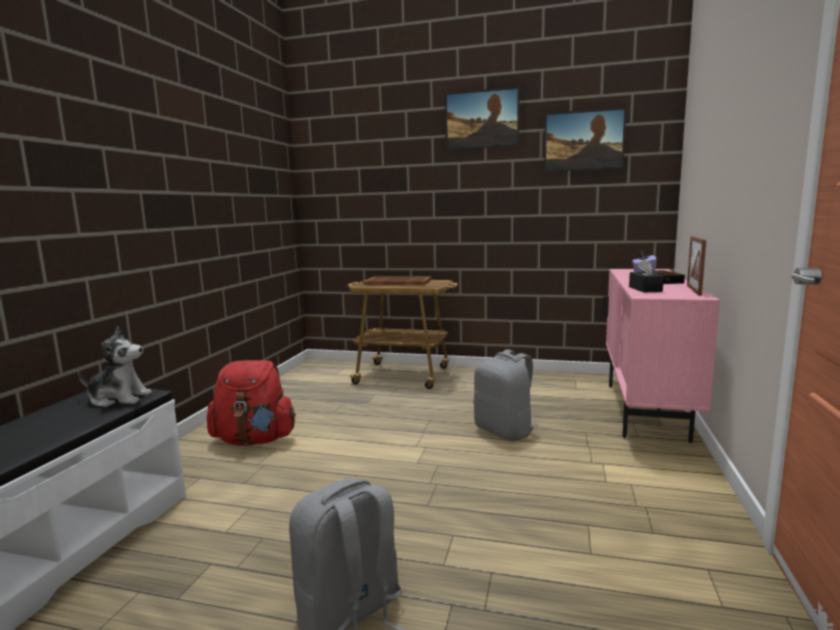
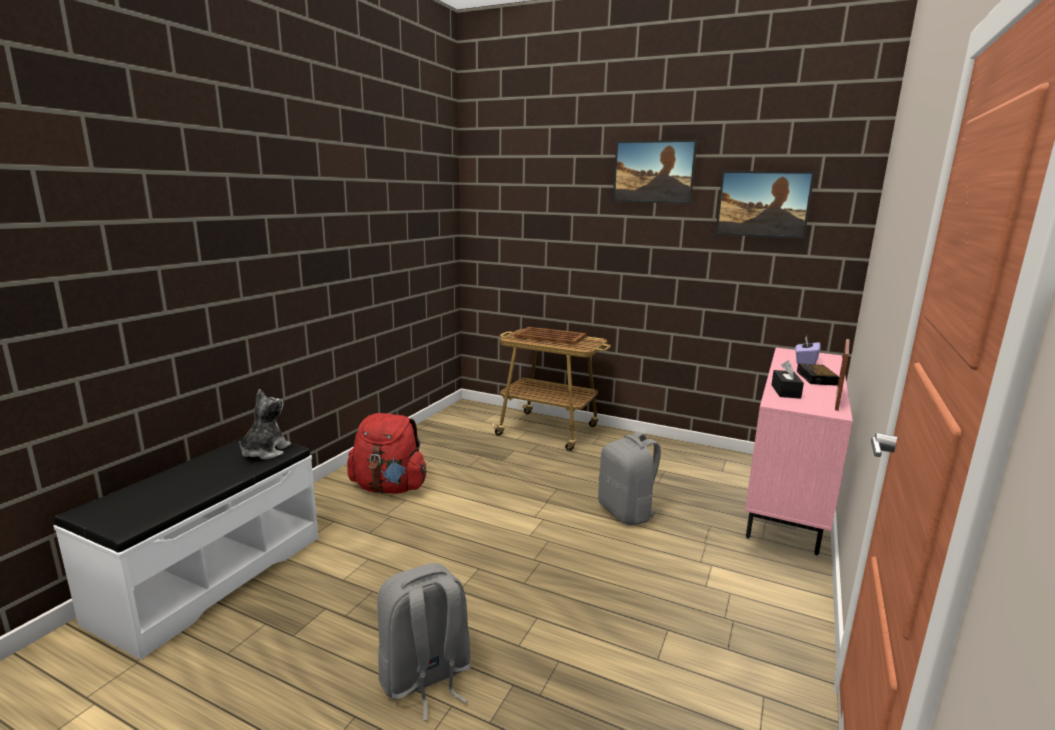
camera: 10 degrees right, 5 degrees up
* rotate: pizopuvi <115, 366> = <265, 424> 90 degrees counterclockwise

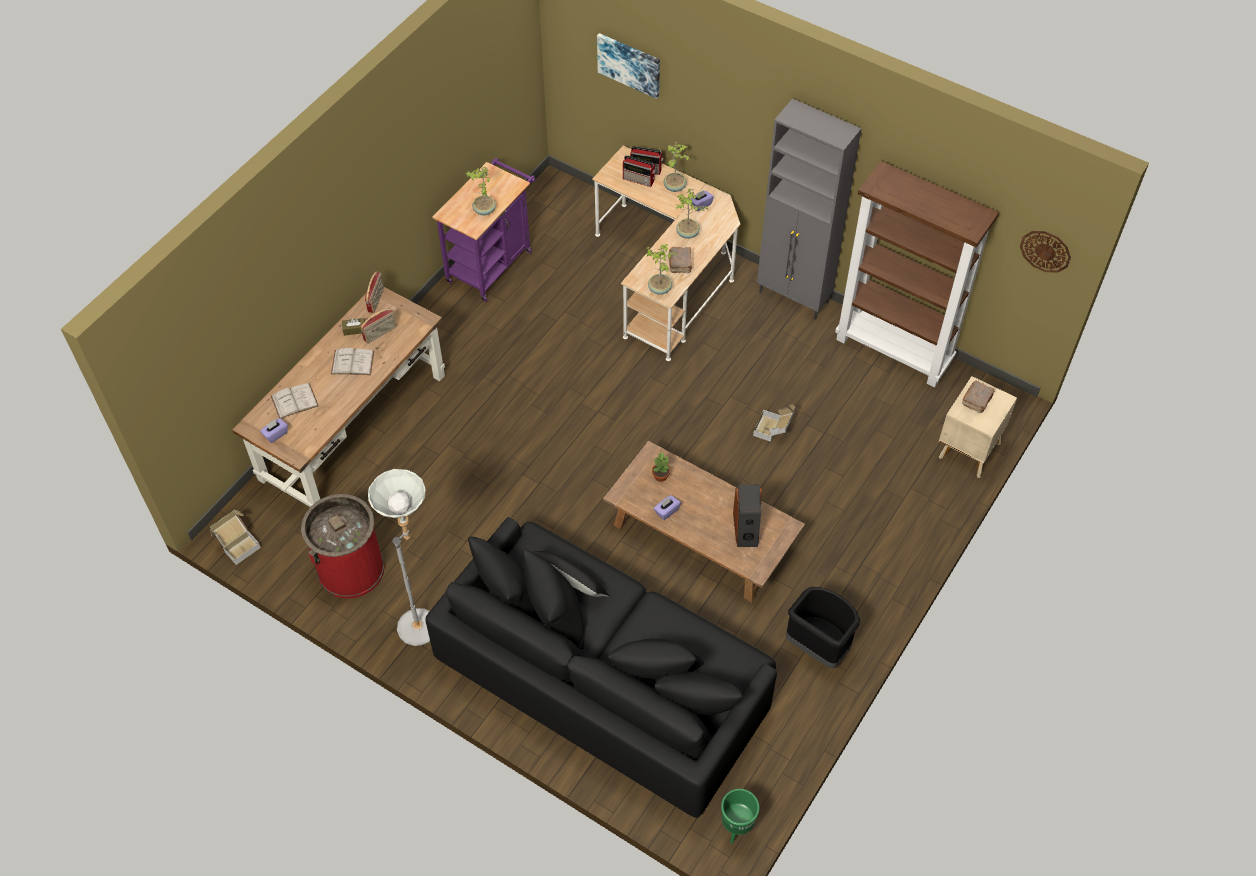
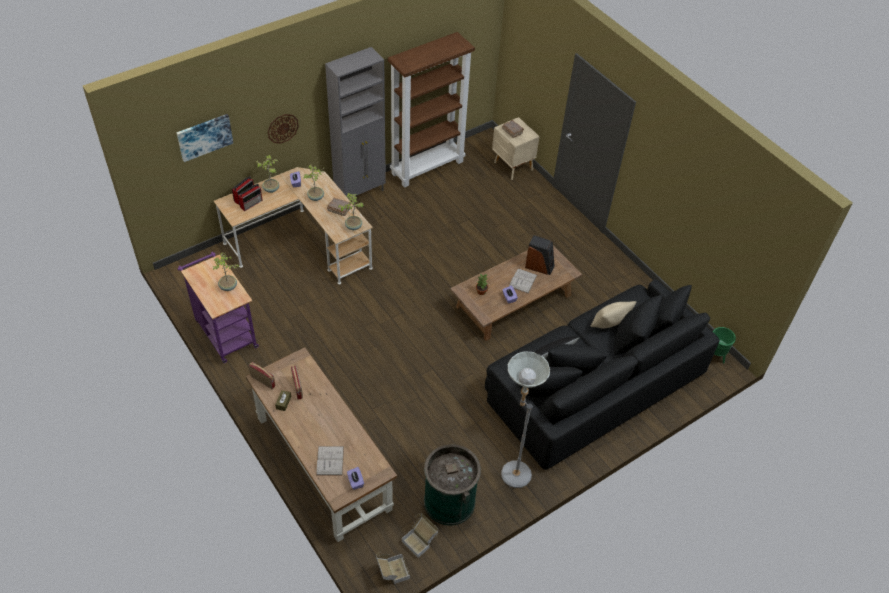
camera: 70 degrees left, 5 degrees down
* recolor: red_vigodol <342, 546> to green_vigodol <452, 485>
* move: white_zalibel <352, 361> to <523, 281>
* move: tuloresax <774, 423> to <420, 535>
* delete: black_vigodol <823, 627>
* move: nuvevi <1045, 252> to <283, 129>
* insert: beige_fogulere <613, 314>

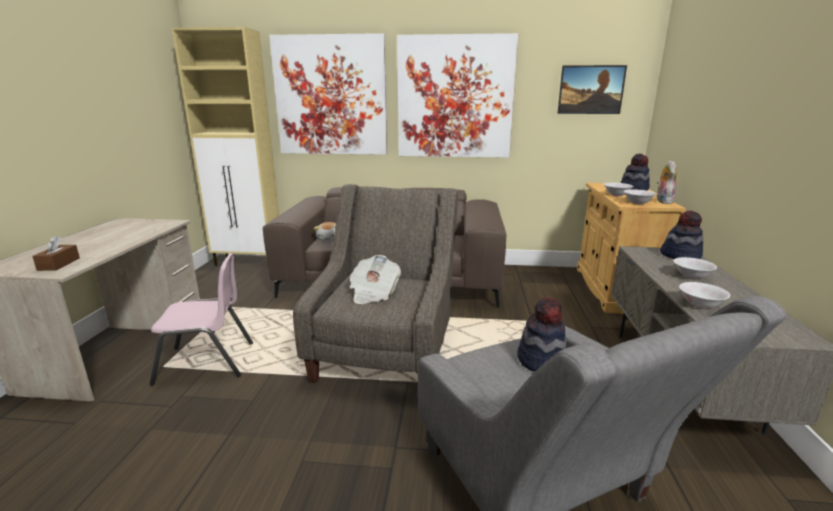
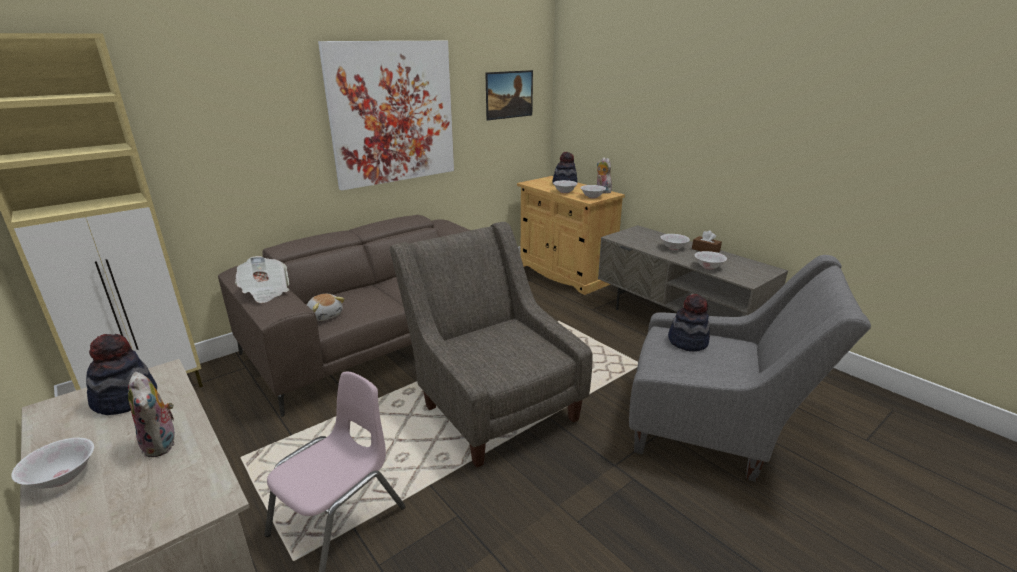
camera: 45 degrees left, 5 degrees up
* move: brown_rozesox <56, 253> to <707, 241>
* delete: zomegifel <328, 94>
* move: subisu <375, 279> to <262, 279>
* move: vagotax <681, 235> to <121, 374>
* insert: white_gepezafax <52, 463>
* insert: pizopuvi <153, 415>

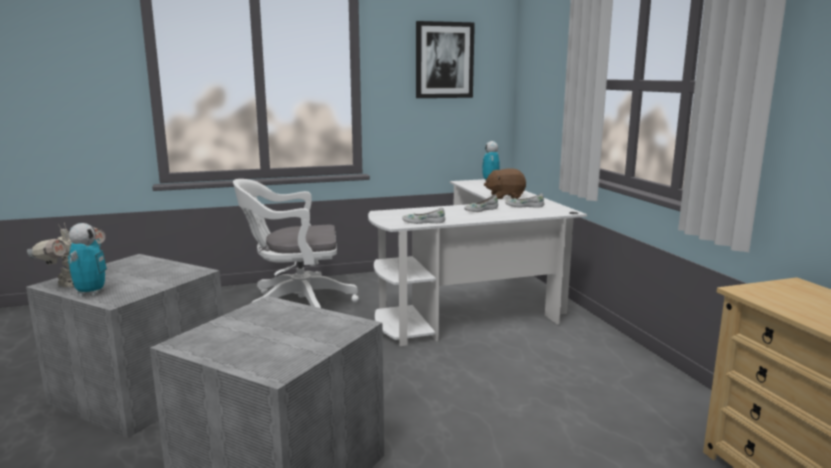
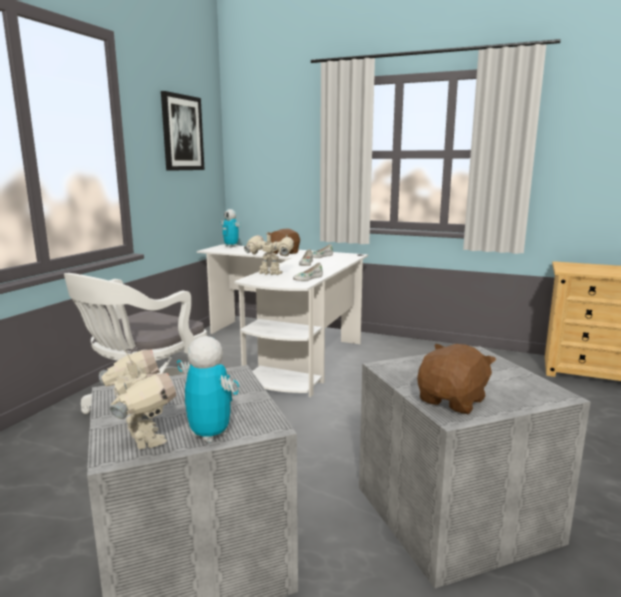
camera: 50 degrees left, 0 degrees up
* insert: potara <269, 253>
* insert: brown_pizopuvi <456, 379>

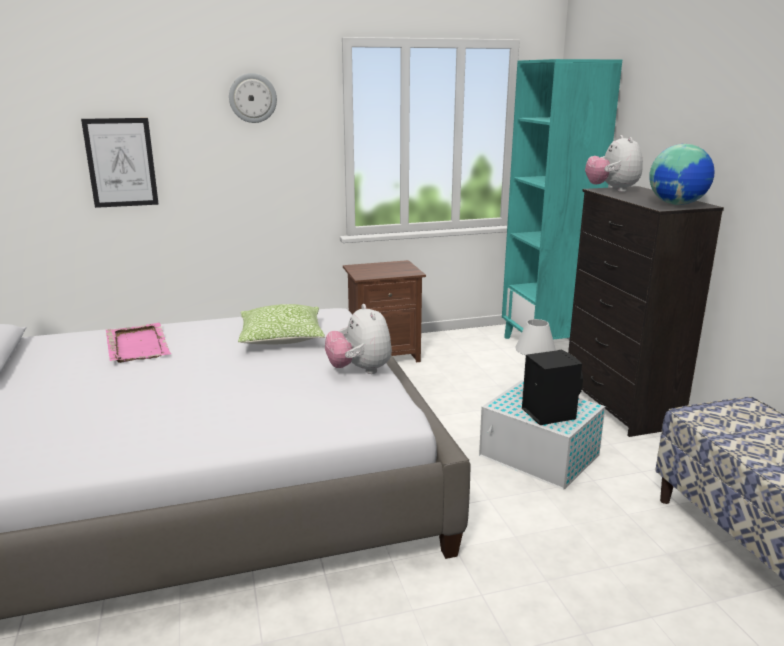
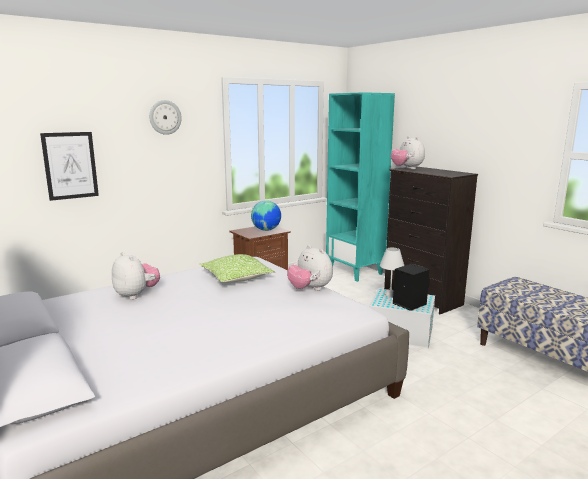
camera: 20 degrees left, 5 degrees down
* replace: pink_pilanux <139, 343> to pizopuvi <136, 276>
* move: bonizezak <682, 174> to <266, 215>

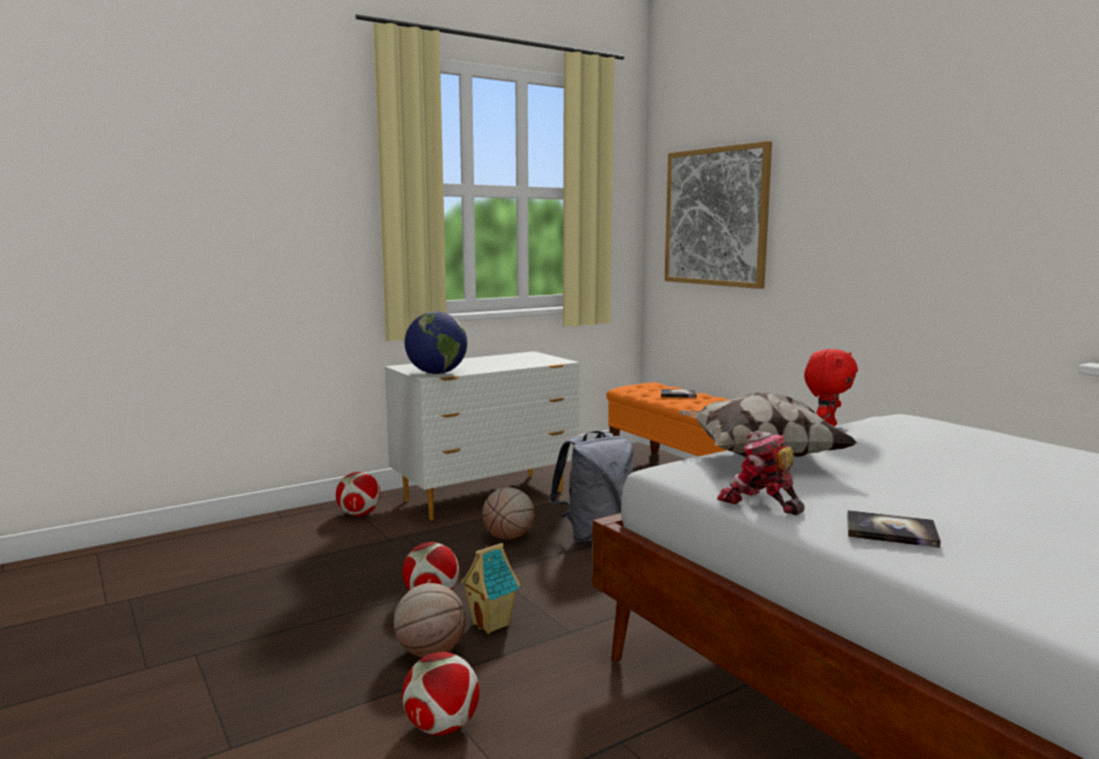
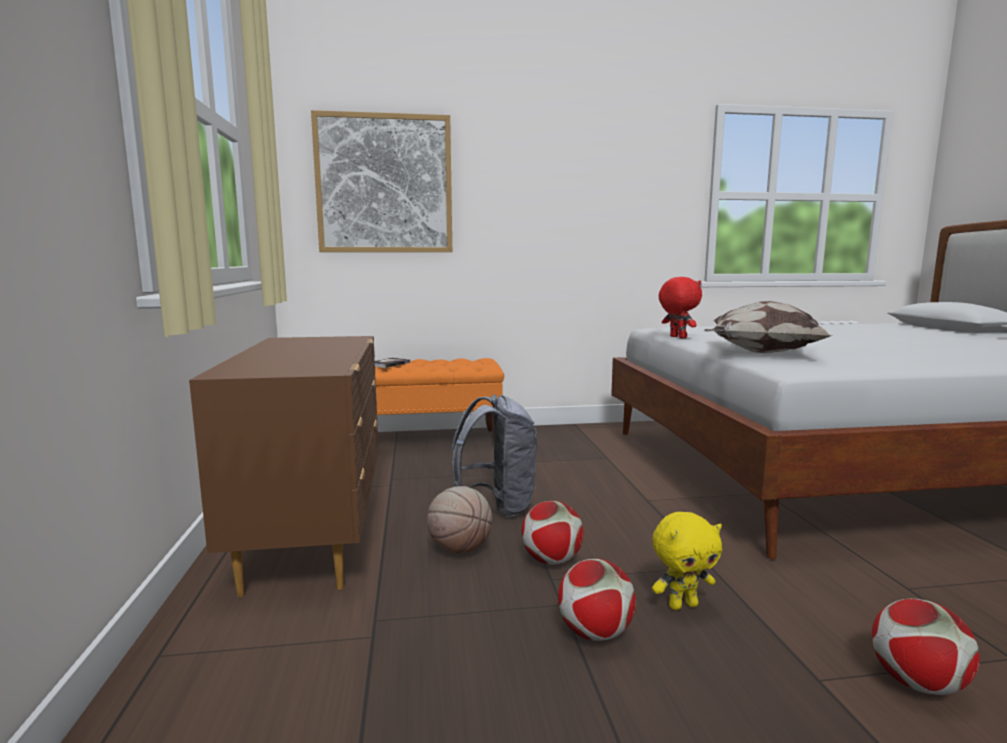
camera: 65 degrees left, 0 degrees up
* move: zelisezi <358, 494> to <552, 532>
* recolor: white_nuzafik <482, 435> to brown_nuzafik <284, 467>
* delete: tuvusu <430, 620>
* delete: bonizezak <436, 342>
* replace: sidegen <490, 588> to yellow_pizopuvi <687, 561>
* delete: potara <760, 472>
* delete: zalibel <894, 529>

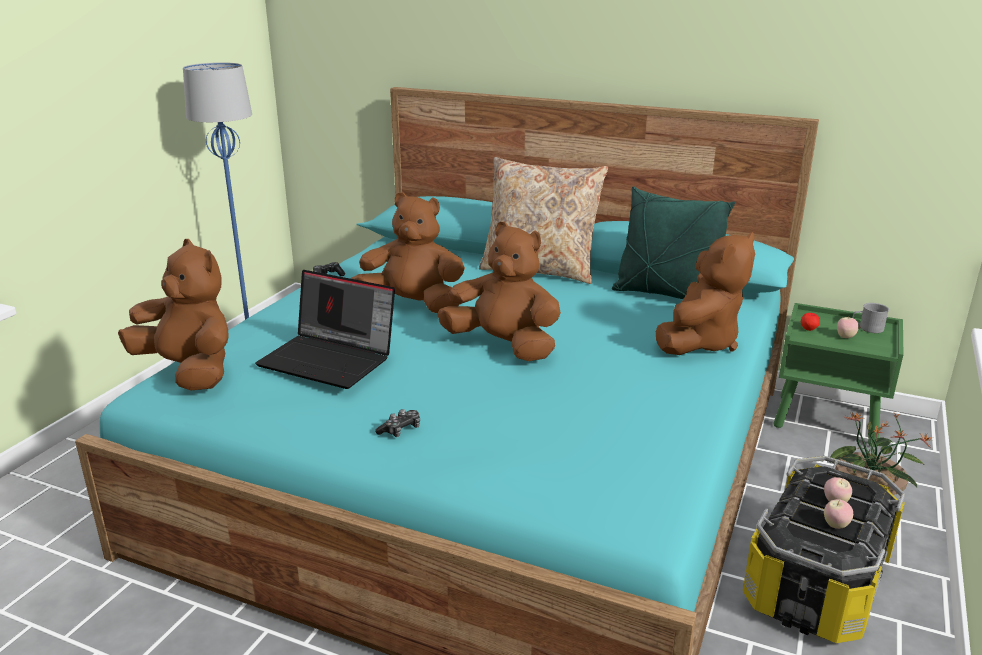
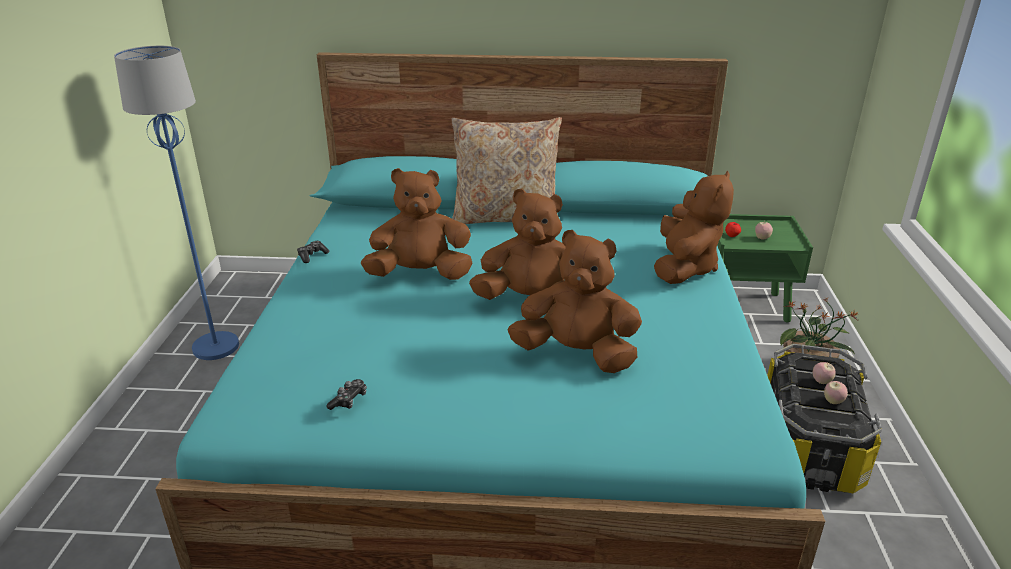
camera: 20 degrees left, 5 degrees up
* move: brown_pizopuvi <173, 314> to <575, 301>
* delete: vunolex <325, 329>
* move: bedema <397, 423> to <346, 394>
* delete: green_fogulere <673, 242>
* delete: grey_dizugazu <871, 318>

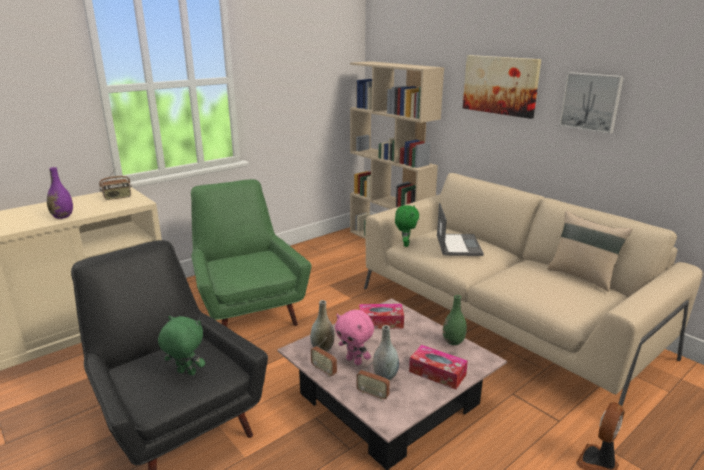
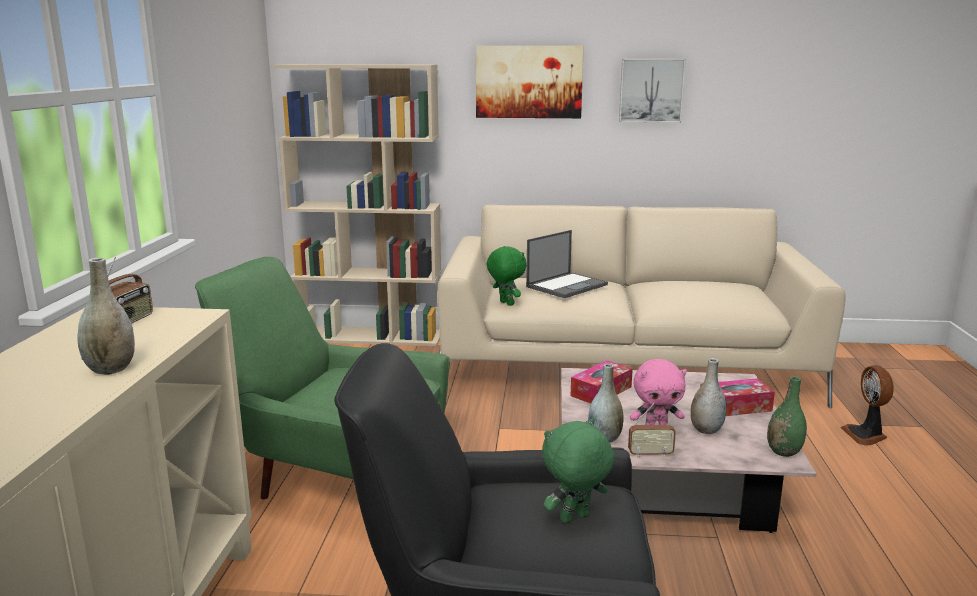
camera: 45 degrees left, 5 degrees down
* recolor: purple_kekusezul <60, 193> to grey_kekusezul <106, 316>
* delete: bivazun <373, 380>
* rotate: vunolex <460, 229> = <567, 264> 90 degrees clockwise
* move: green_kekusezul <455, 320> to <787, 416>
* delete: beige_fogulere <590, 251>

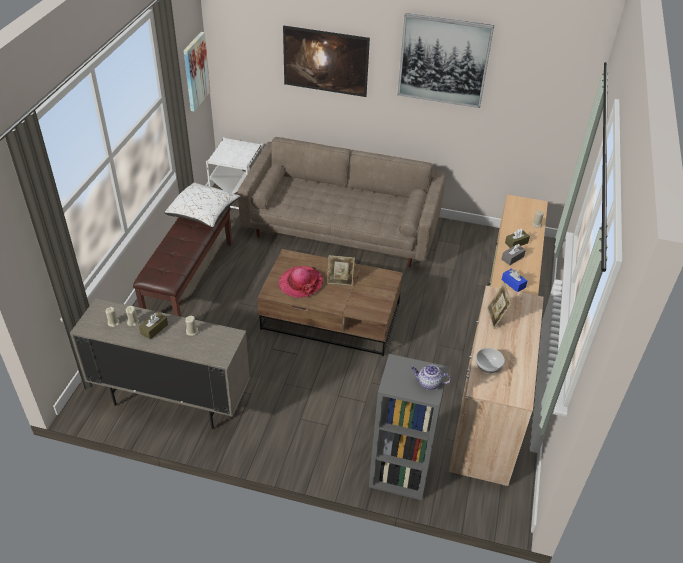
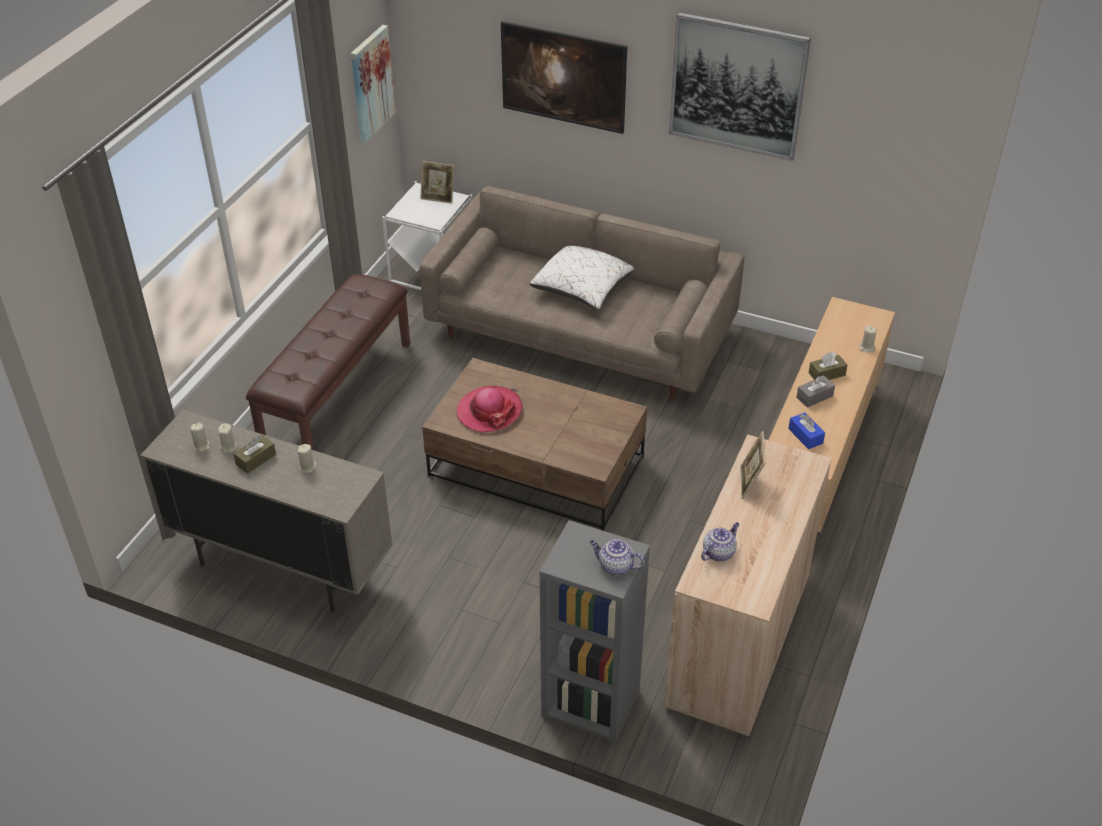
camera: 10 degrees right, 0 degrees up
* move: white_fogulere <202, 204> to <581, 277>
* move: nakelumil <341, 270> to <437, 182>
* replace: gepezafax <490, 360> to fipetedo <720, 542>

